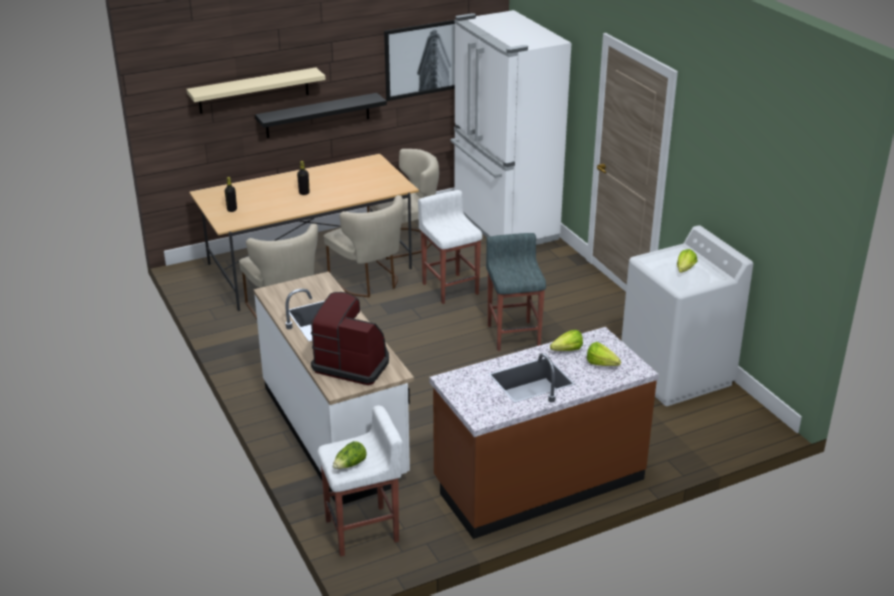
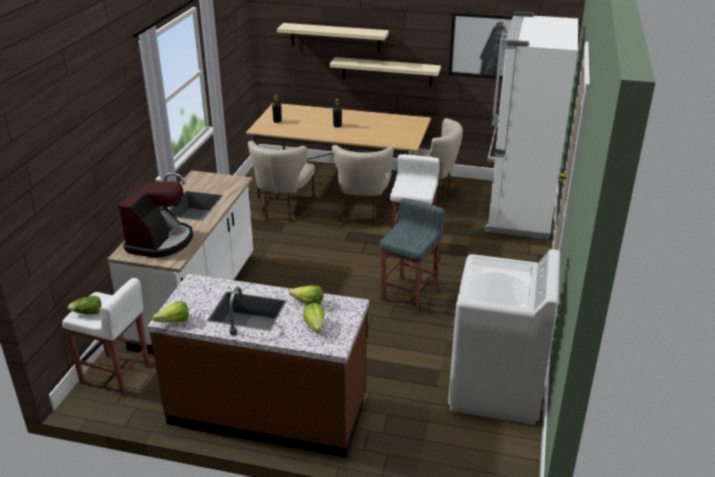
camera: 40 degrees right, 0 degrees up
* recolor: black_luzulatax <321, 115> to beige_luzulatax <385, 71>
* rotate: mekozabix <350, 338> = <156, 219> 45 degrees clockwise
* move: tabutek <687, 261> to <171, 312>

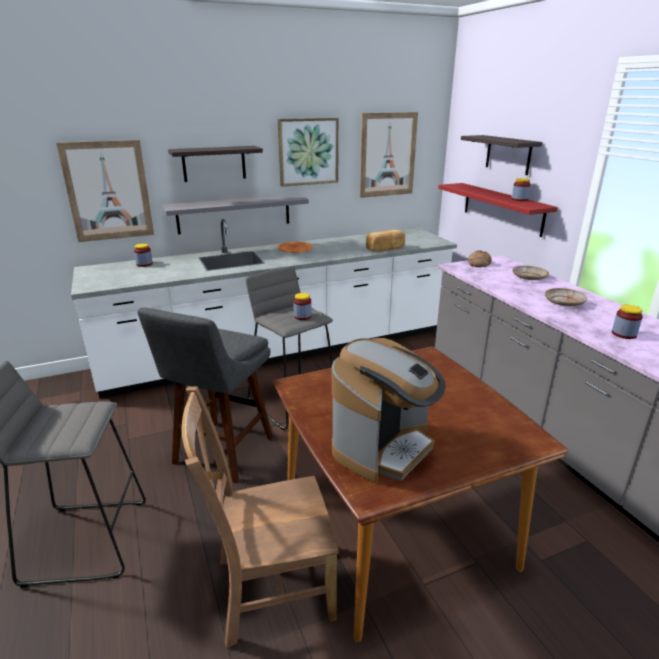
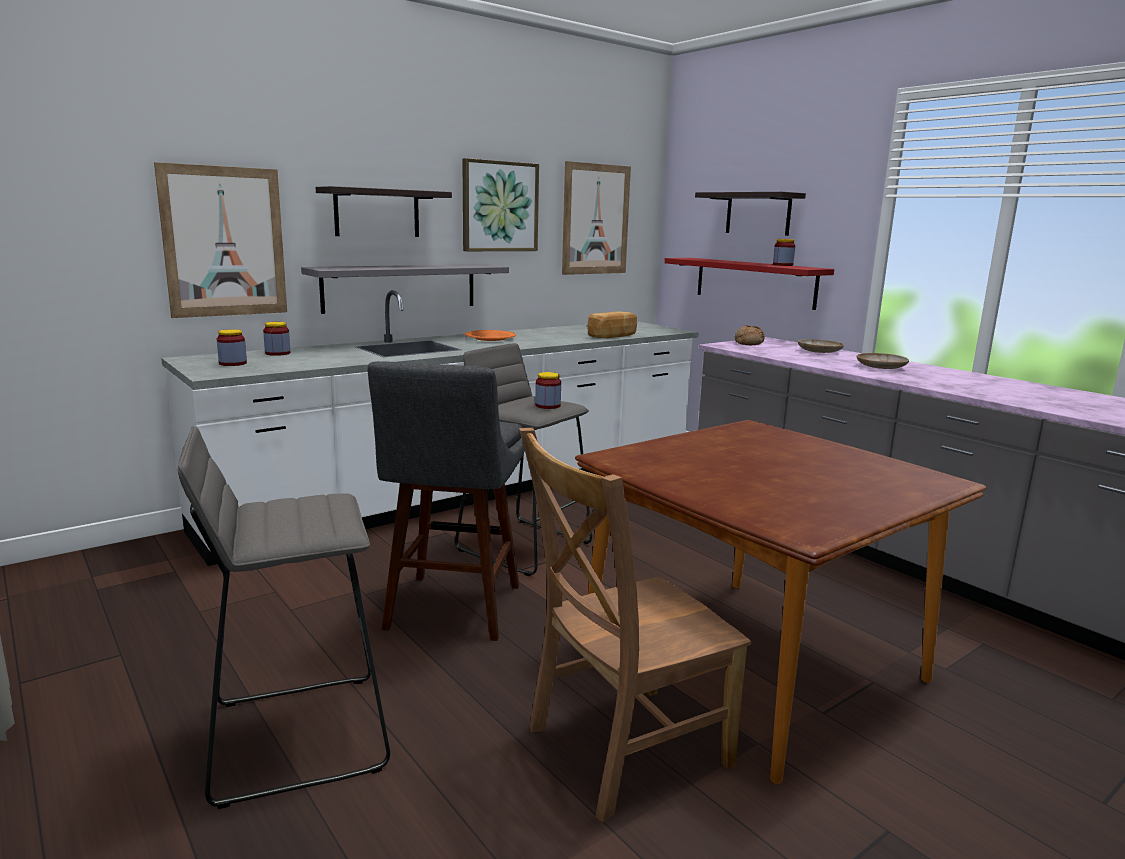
camera: 15 degrees left, 10 degrees down
* delete: mekozabix <389, 410>
* move: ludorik <627, 322> to <232, 347>

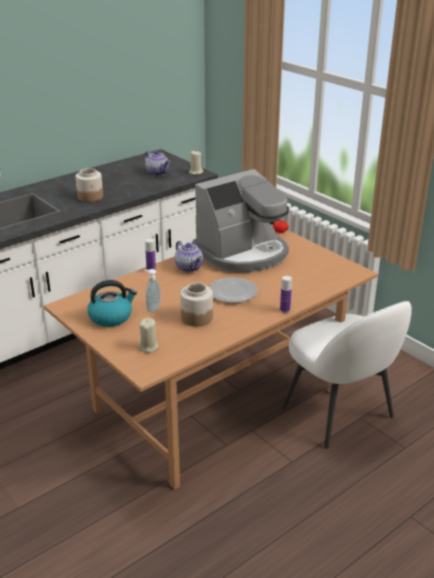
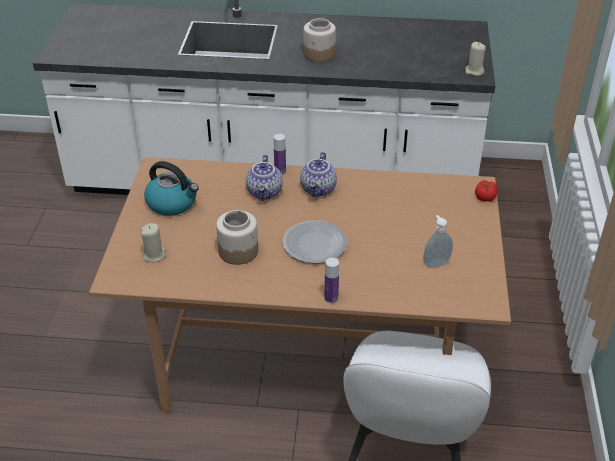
camera: 45 degrees right, 10 degrees up
* move: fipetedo <157, 163> to <264, 178>
* move: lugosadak <152, 291> to <438, 241>
* delete: mekozabix <240, 221>

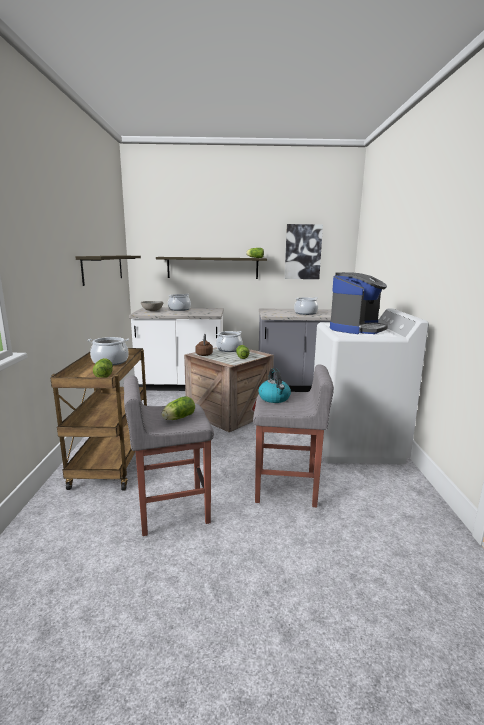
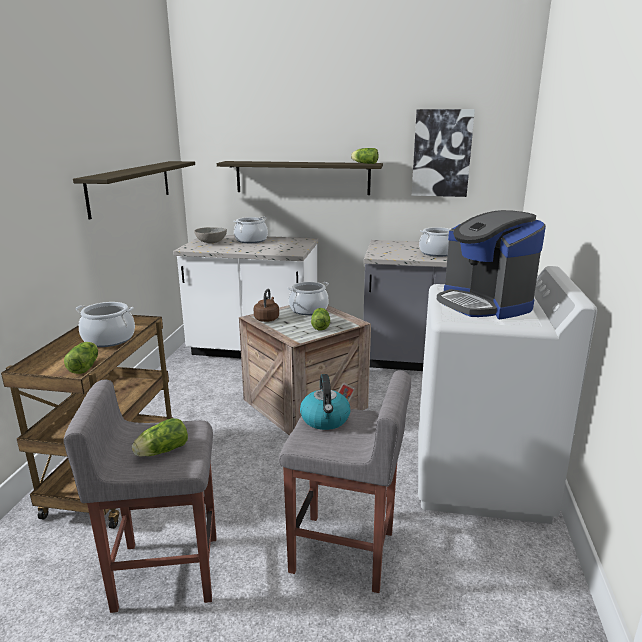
camera: 10 degrees right, 5 degrees up
* rotate: mekozabix <359, 303> = <491, 264> 105 degrees clockwise

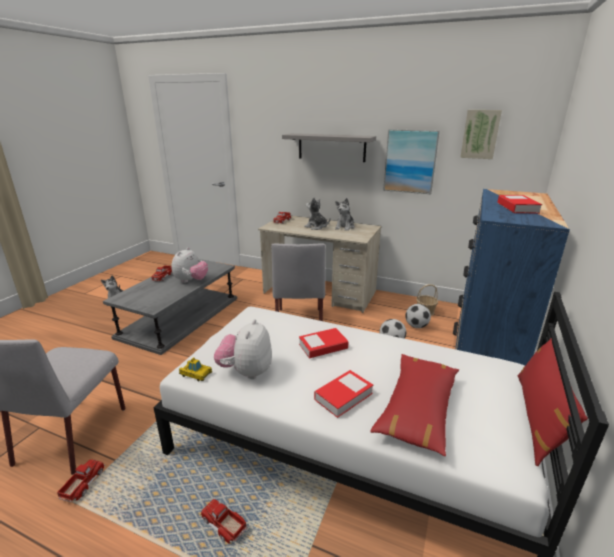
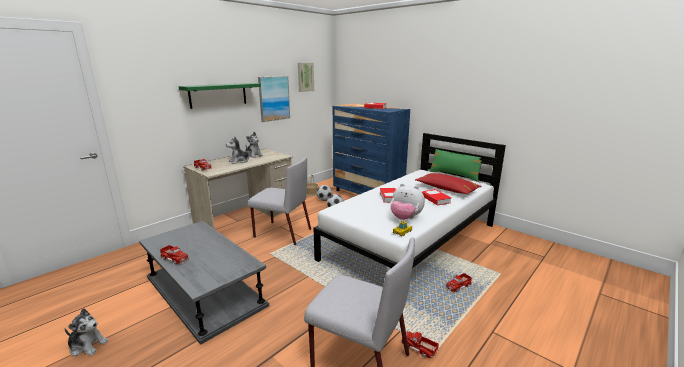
camera: 70 degrees left, 5 degrees down
* delete: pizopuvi <189, 265>
* recolor: grey_luzulatax <329, 147> to green_luzulatax <220, 96>
* recolor: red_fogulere <553, 402> to green_fogulere <457, 165>

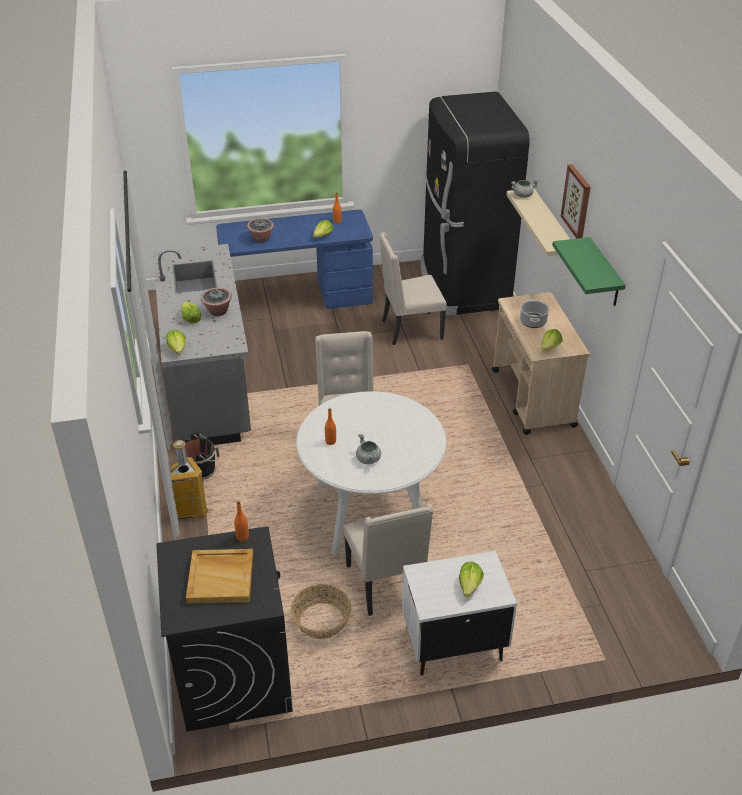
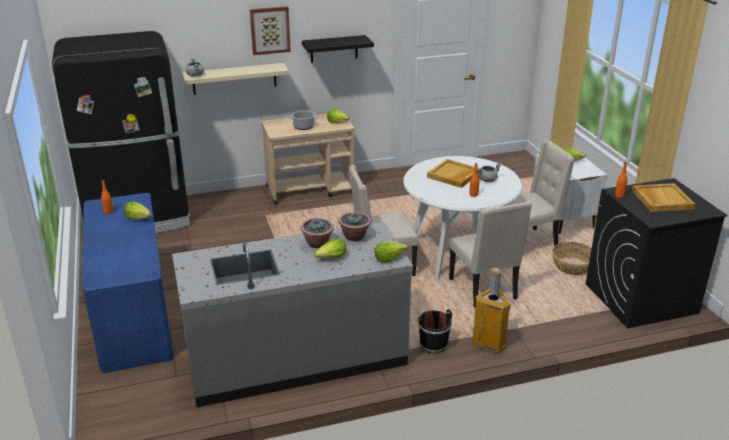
camera: 95 degrees left, 10 degrees down
* move: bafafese <260, 230> to <354, 227>
* move: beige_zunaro <413, 288> to <490, 254>
* recolor: green_luzulatax <589, 271> to black_luzulatax <338, 49>
* insert: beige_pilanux <453, 173>

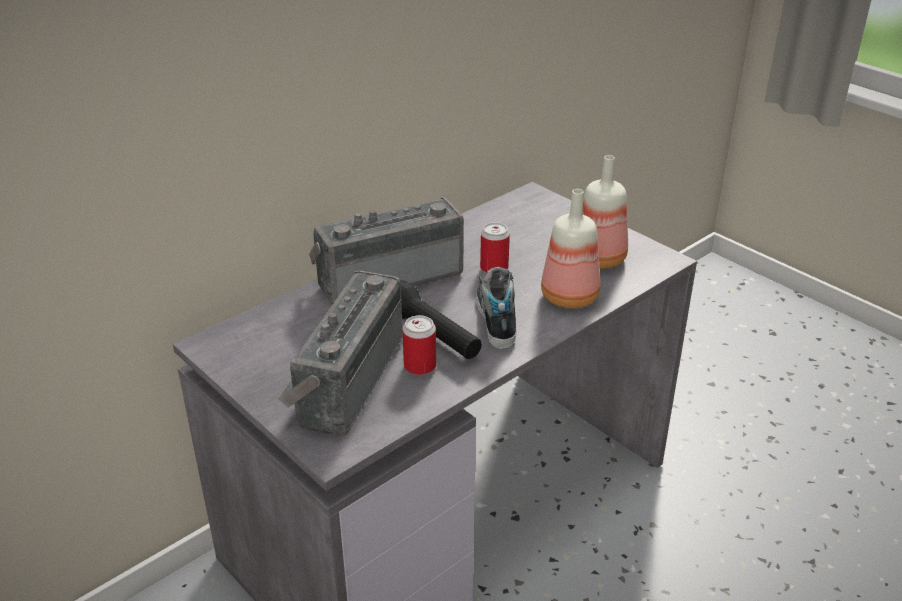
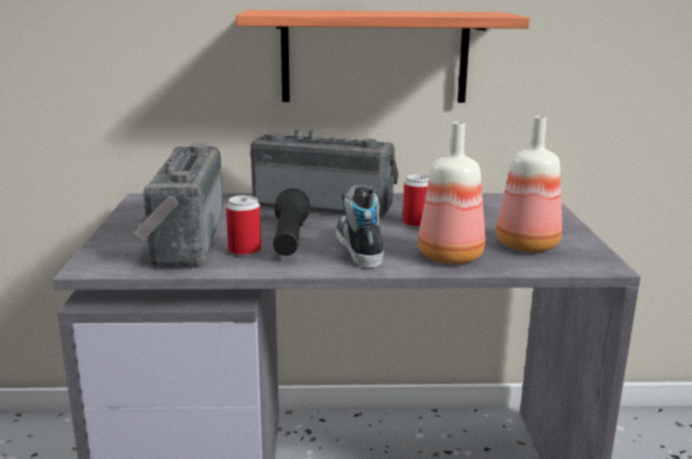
camera: 40 degrees right, 15 degrees down
* rotate: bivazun <341, 353> = <177, 205> 60 degrees counterclockwise
* rotate: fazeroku <496, 308> = <360, 226> 45 degrees counterclockwise
* insert: luzulatax <383, 56>

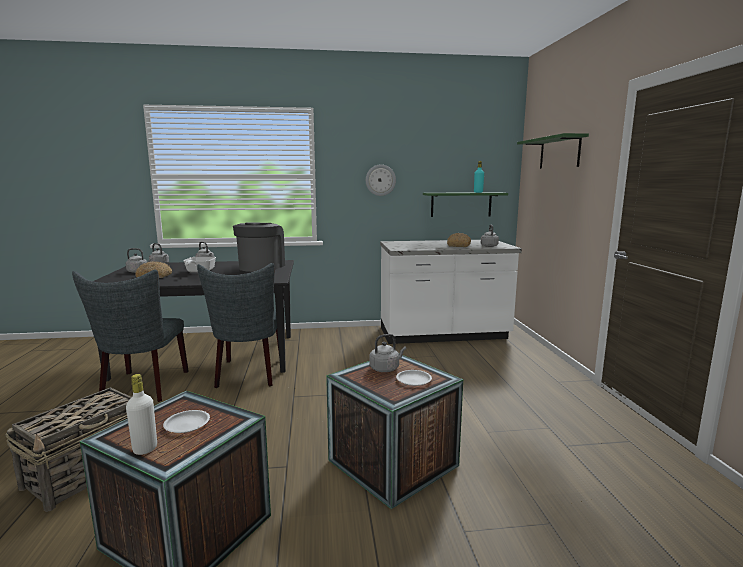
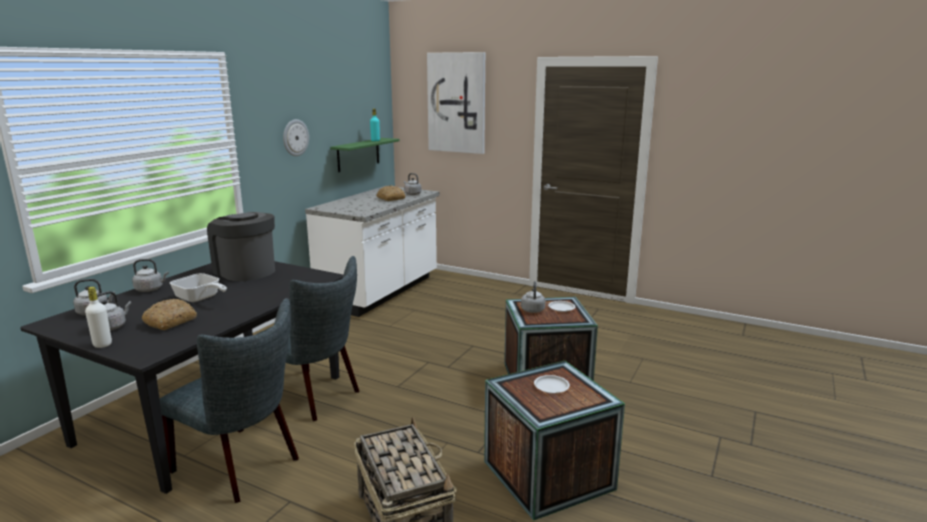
camera: 55 degrees left, 5 degrees up
* move: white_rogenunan <141, 414> to <98, 317>
* replace: green_luzulatax <553, 151> to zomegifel <456, 103>

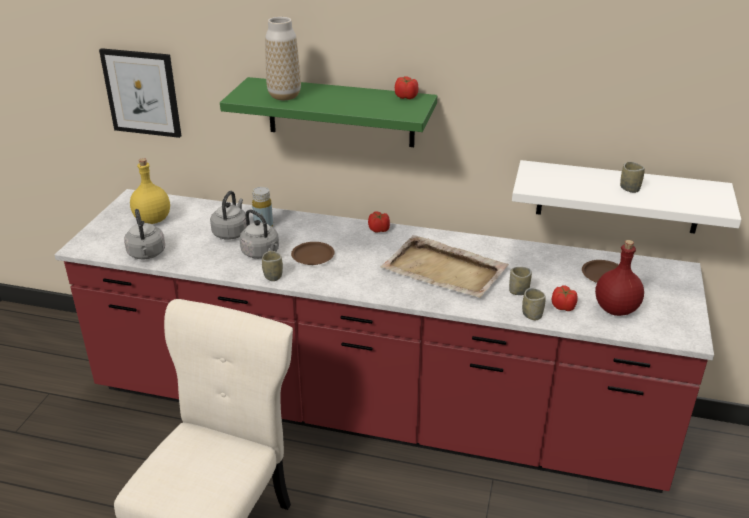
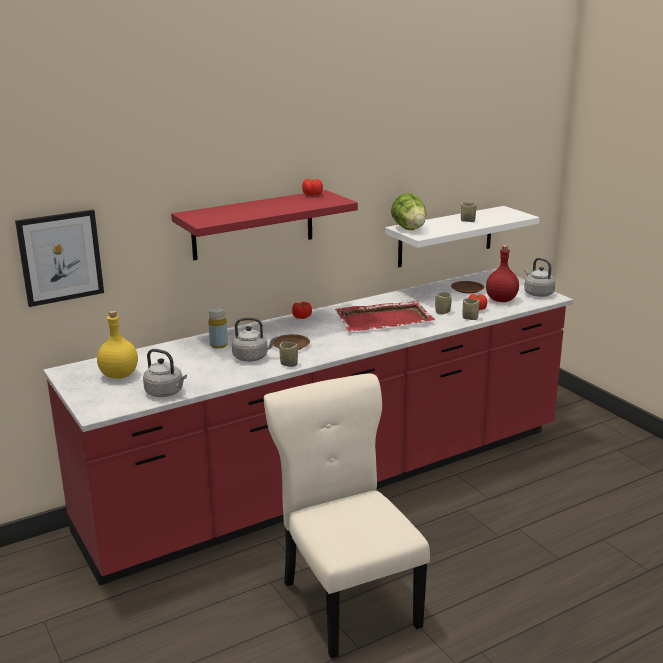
camera: 45 degrees left, 10 degrees down
* move: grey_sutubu <228, 215> to <539, 277>
* recolor: green_luzulatax <328, 112> to red_luzulatax <264, 225>
* delete: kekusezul <283, 58>
* recolor: beige_pilanux <444, 266> to red_pilanux <385, 316>
* insert: tabutek <408, 211>

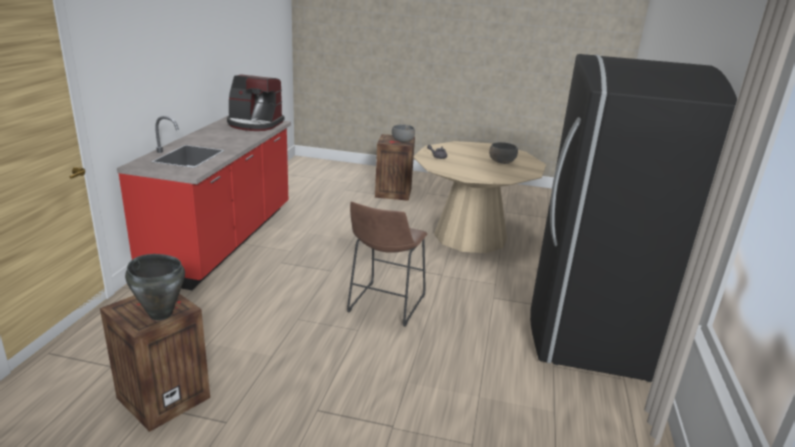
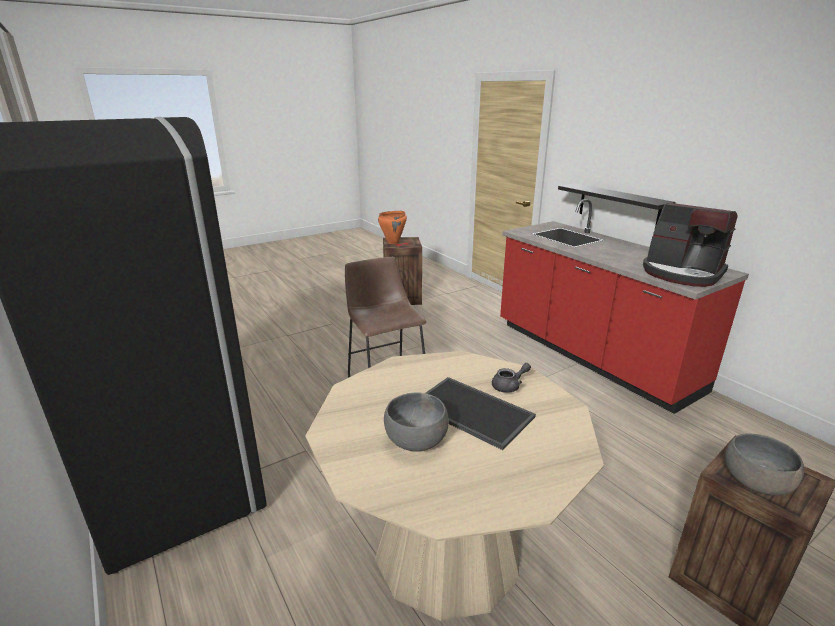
camera: 135 degrees right, 0 degrees up
* recolor: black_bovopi <155, 287> to orange_bovopi <392, 227>
* rotate: mekozabix <255, 102> = <690, 245> 105 degrees counterclockwise
* insert: pilanux <480, 413>
* insert: black_luzulatax <617, 205>

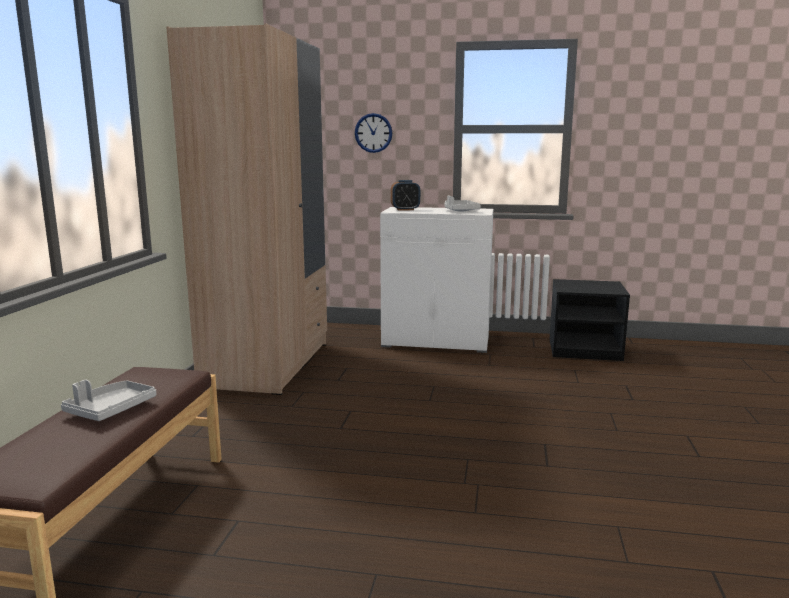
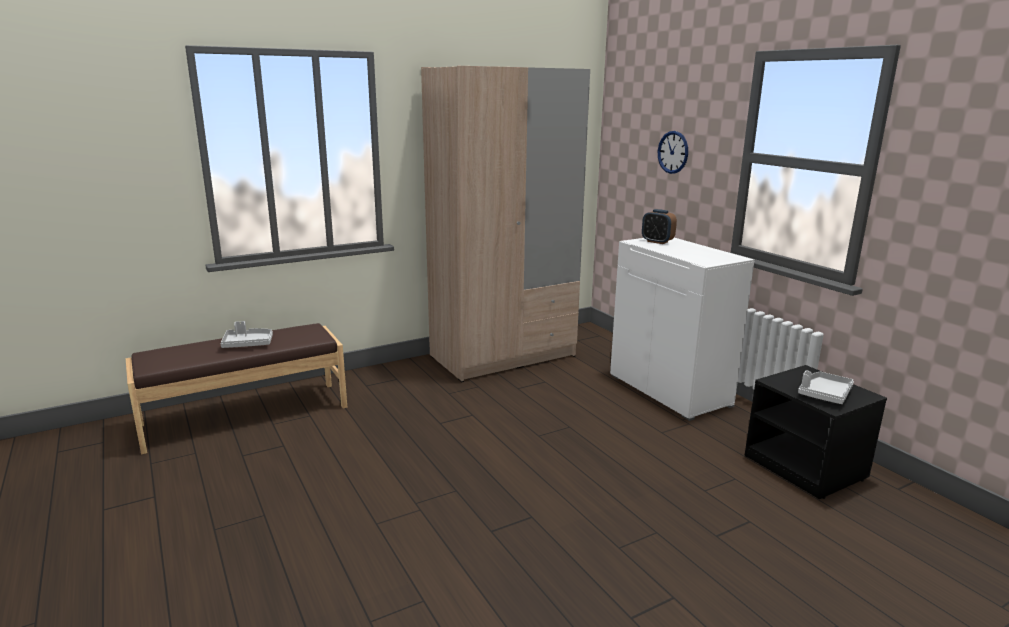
camera: 50 degrees right, 5 degrees up
* move: grey_pilanux <462, 204> to <826, 387>

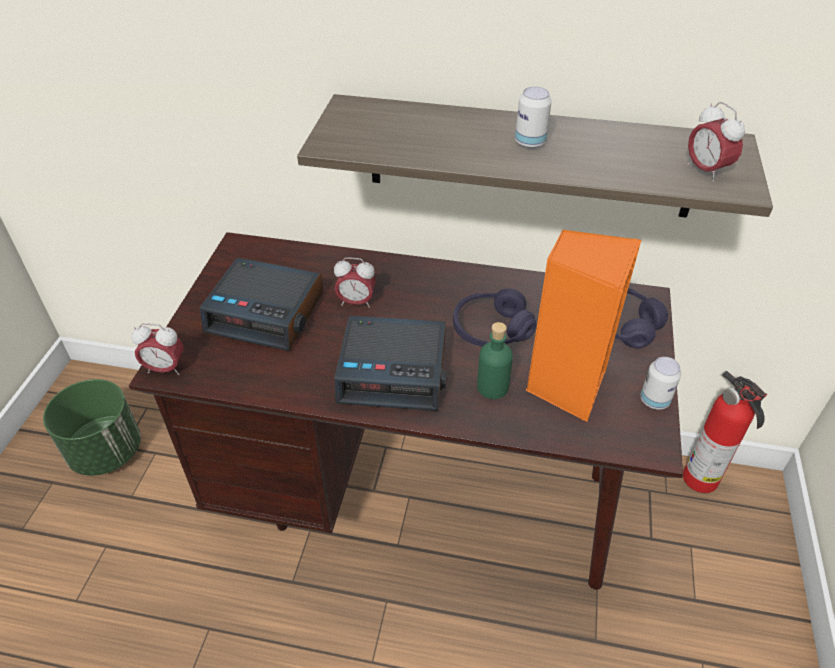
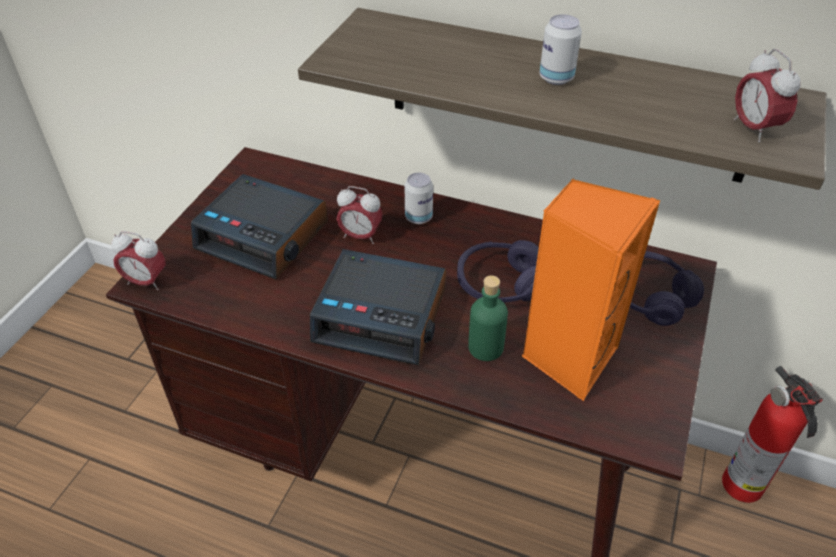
camera: 10 degrees right, 0 degrees up
* delete: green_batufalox <92, 427>
* move: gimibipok <660, 383> to <419, 198>

